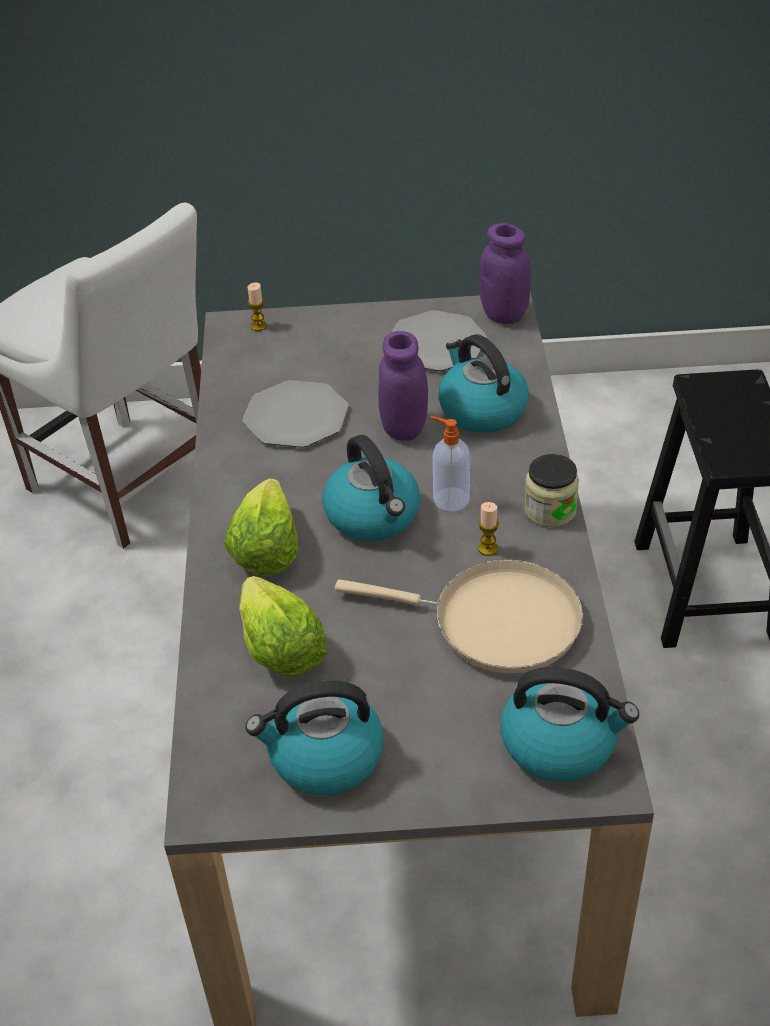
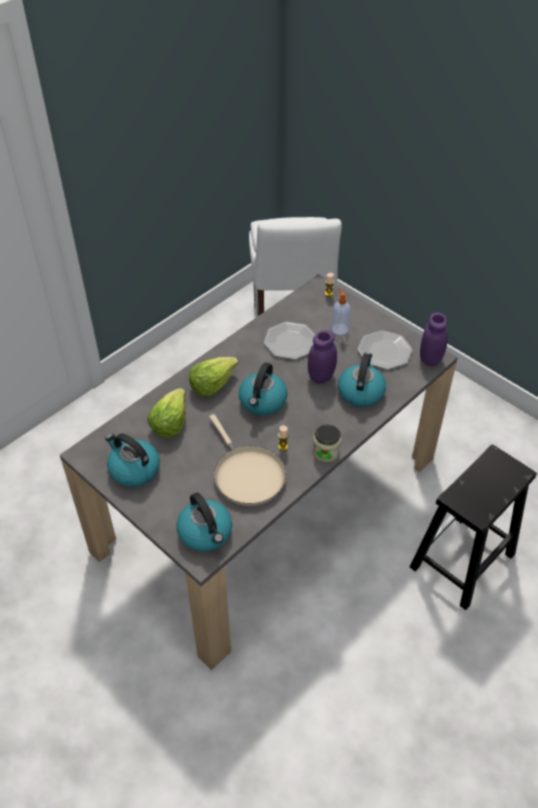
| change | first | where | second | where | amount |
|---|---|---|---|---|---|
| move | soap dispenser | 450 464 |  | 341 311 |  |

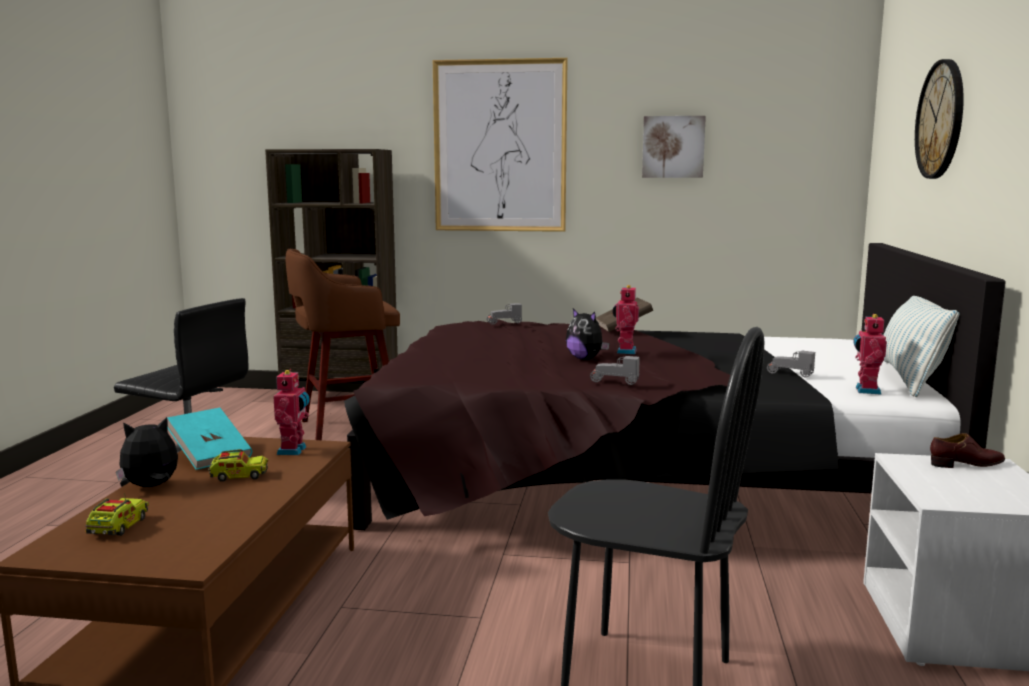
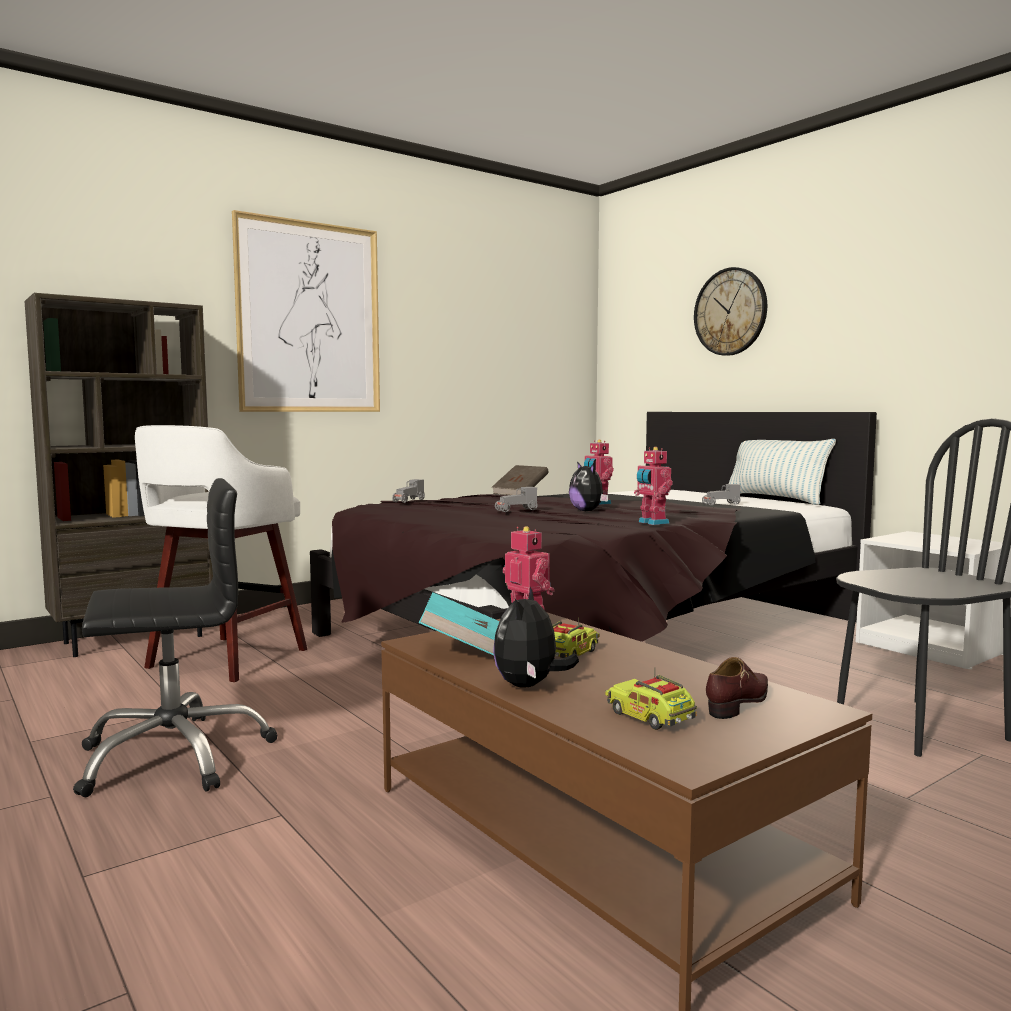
| change | first | where | second | where | amount |
|---|---|---|---|---|---|
| recolor | brownish stool | 342 344 | white-coloured stool | 221 553 |  |
| rotate | cuddly toy | 588 334 |  | 588 487 | 60 degrees clockwise |
| move | grey toy car | 615 370 |  | 516 499 |  |
| delete | wall picture | 674 147 |  |  |  |
| move | model robot | 870 354 |  | 653 486 |  |
| move | brownish item of footwear | 967 450 |  | 737 688 |  |

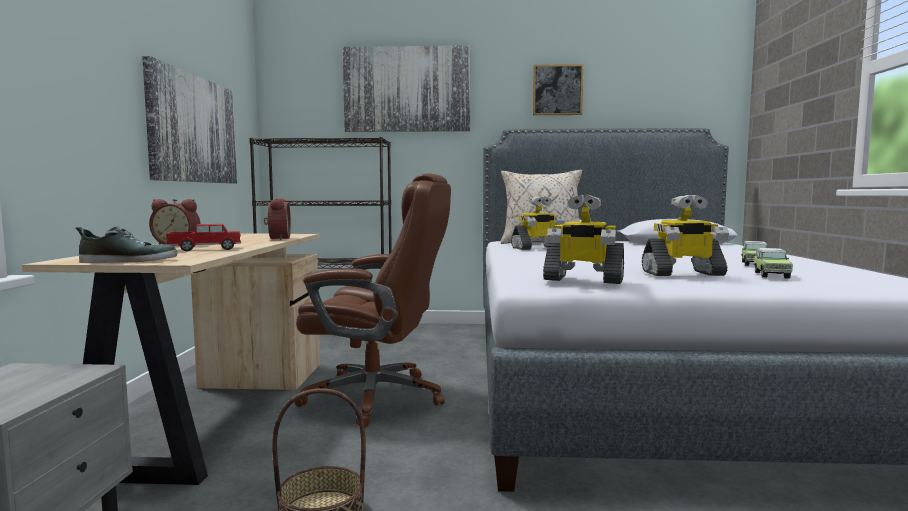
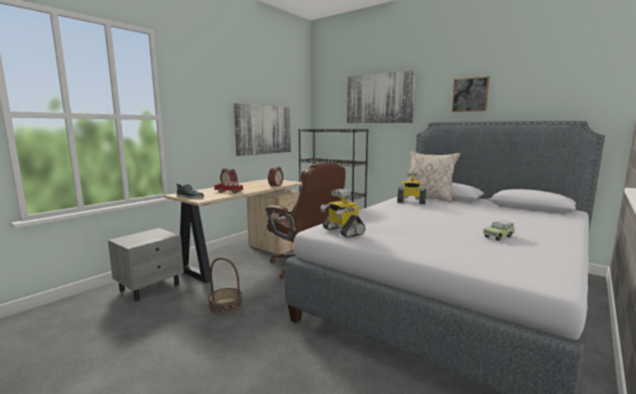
| change | first | where | second | where | amount |
|---|---|---|---|---|---|
| delete | model robot | 685 235 |  |  |  |
| delete | toy car | 773 263 |  |  |  |

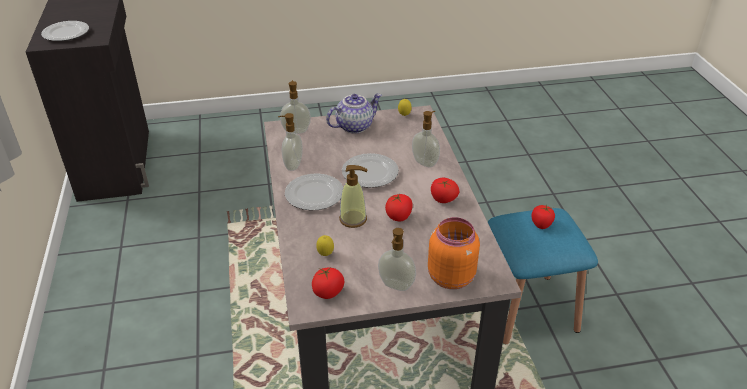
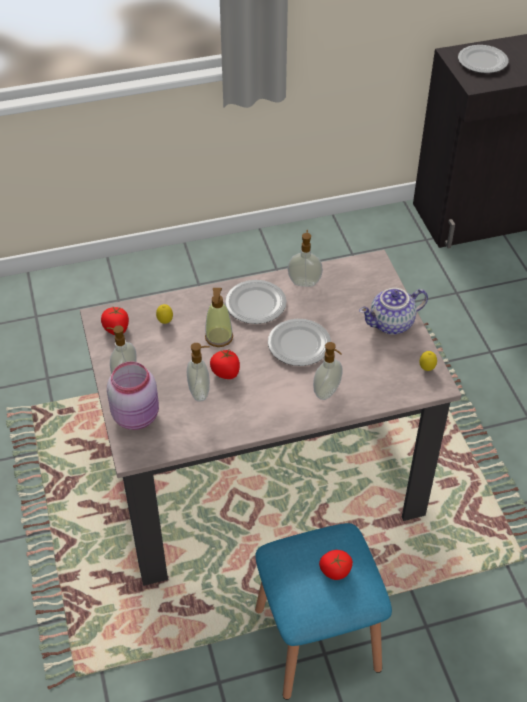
| change | first | where | second | where | amount |
|---|---|---|---|---|---|
| move | soap dispenser | 295 107 |  | 198 372 |  |
| rotate | tea pot | 354 114 |  | 393 311 | 105 degrees clockwise |
| recolor | orangey storage jar | 454 253 | pinkish storage jar | 133 396 |  |
| delete | whole tomato | 445 190 |  |  |  |

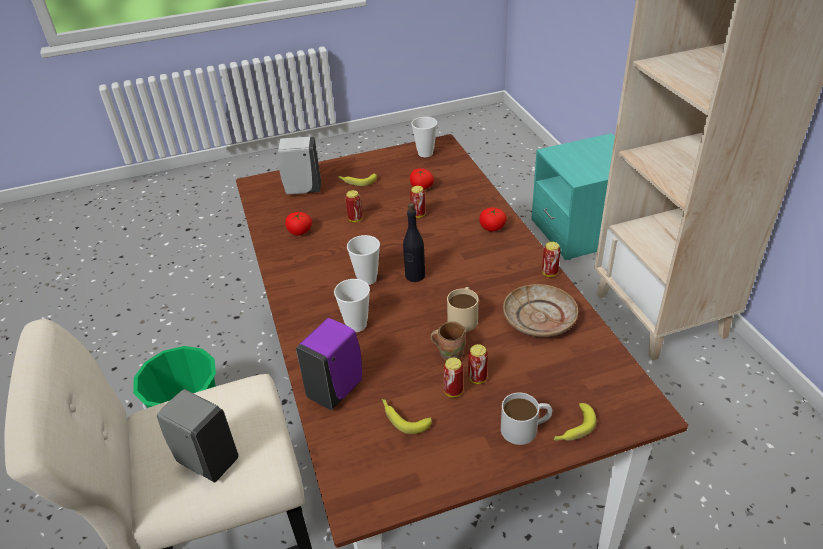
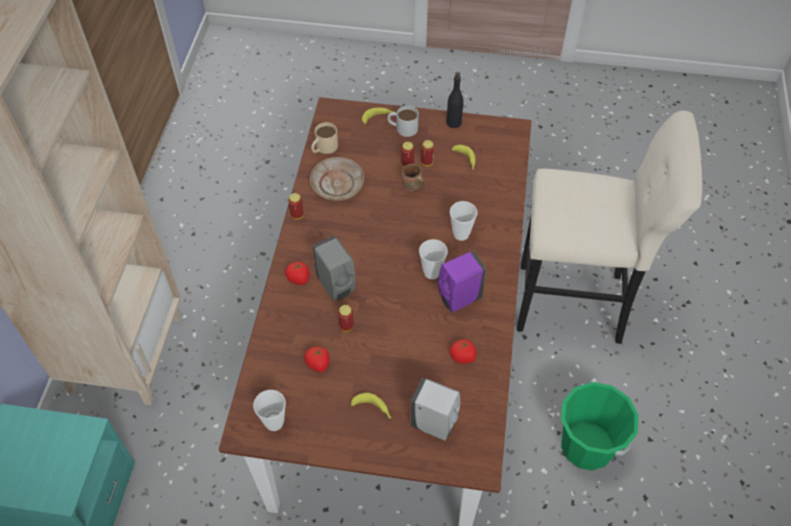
| change | first | where | second | where | amount |
|---|---|---|---|---|---|
| move | grey soap dispenser | 198 435 |  | 334 268 |  |
| move | purple-coloured soap dispenser | 329 364 |  | 462 281 |  |
| delete | can | 353 206 |  |  |  |
| move | blackish drink bottle | 414 242 |  | 454 100 |  |
| move | beige tea mug | 462 309 |  | 324 138 |  |

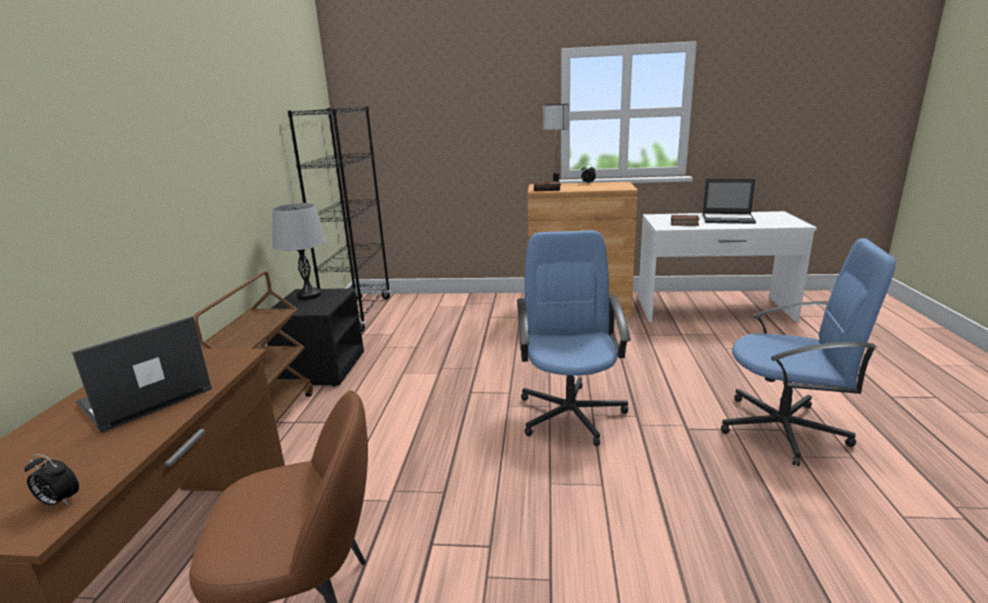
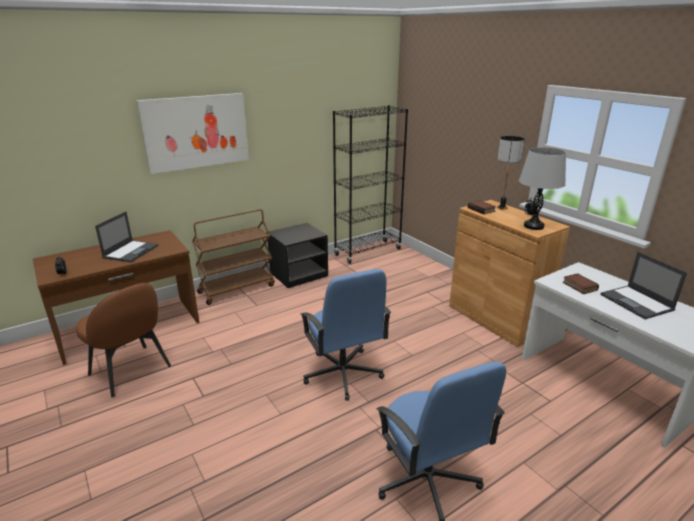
| change | first | where | second | where | amount |
|---|---|---|---|---|---|
| rotate | laptop | 142 374 |  | 126 237 | 105 degrees clockwise |
| move | grey tabletop lamp | 299 251 |  | 542 188 |  |
| rotate | bluish desk chair | 574 338 |  | 345 335 | 105 degrees clockwise |
| insert |  |  | wall picture | 192 133 |  |

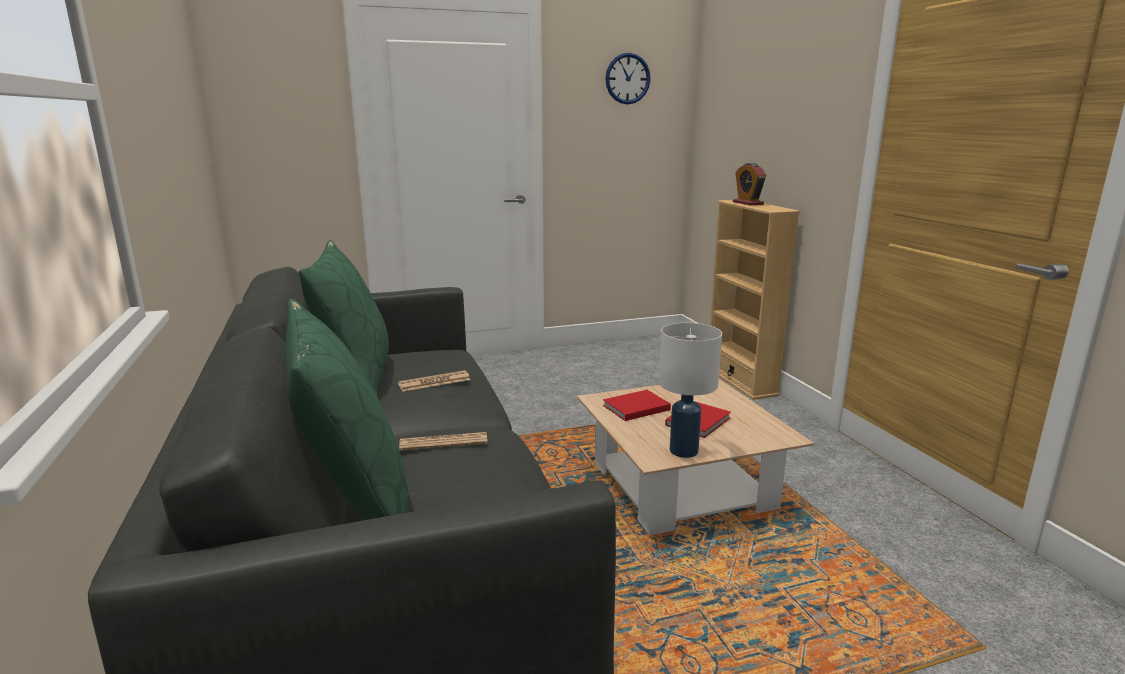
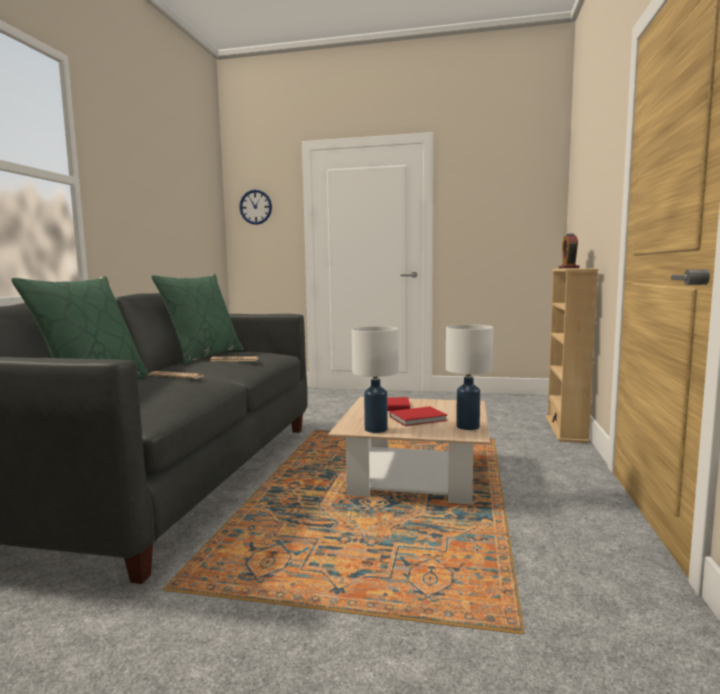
| change | first | where | second | where | amount |
|---|---|---|---|---|---|
| move | clock on the wall | 628 78 |  | 255 207 |  |
| insert |  |  | white-coloured tabletop lamp | 469 377 |  |

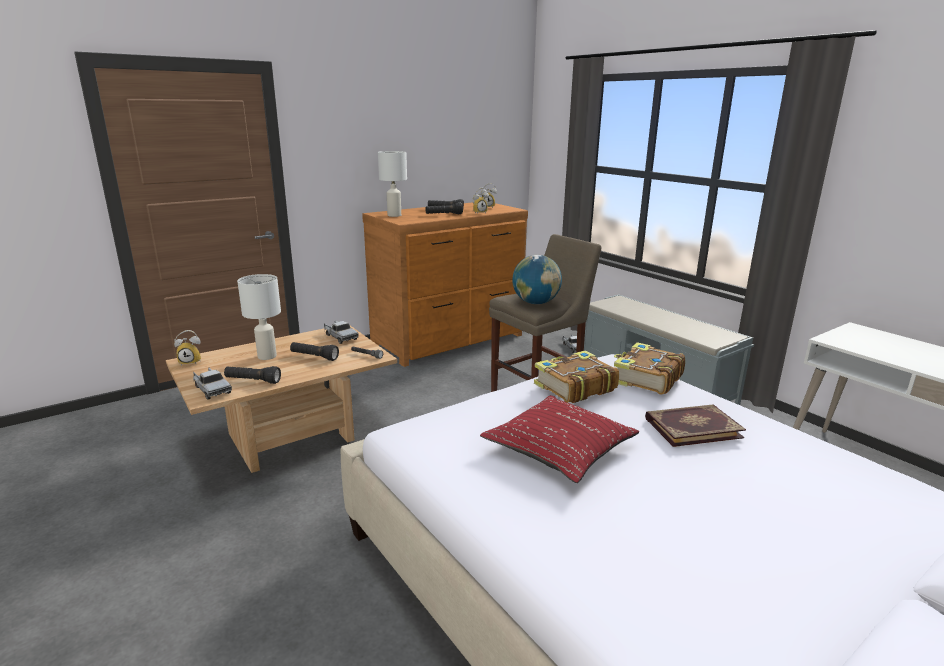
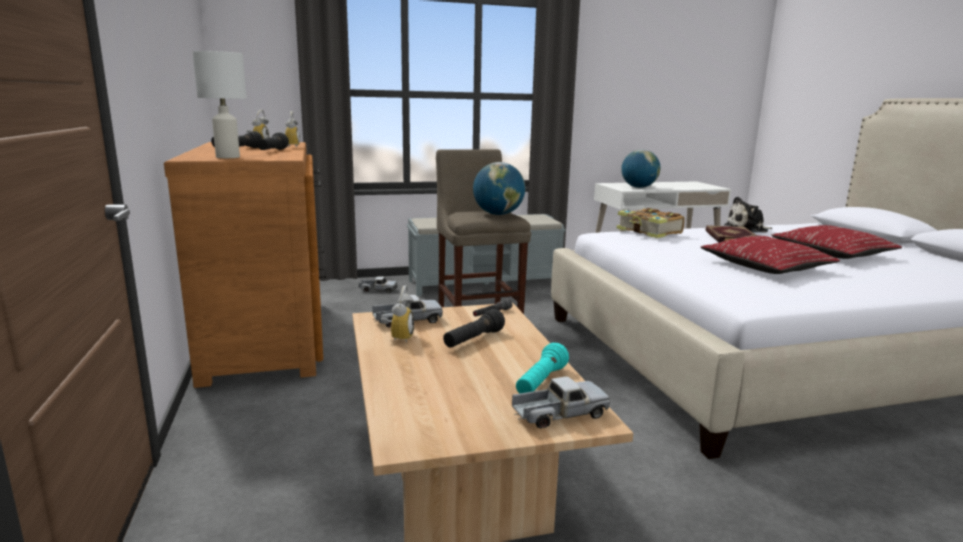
| change | first | where | second | where | amount |
|---|---|---|---|---|---|
| move | bedside clock | 187 348 |  | 397 314 |  |
| recolor | blackish flashlight | 252 375 | turquoise-coloured flashlight | 542 368 |  |
| delete | white-coloured tabletop lamp | 259 317 |  |  |  |
| delete | volume | 576 377 |  |  |  |
| insert |  |  | desk globe | 641 169 |  |
| insert |  |  | cuddly toy | 748 215 |  |
| insert |  |  | red pillow | 836 242 |  |

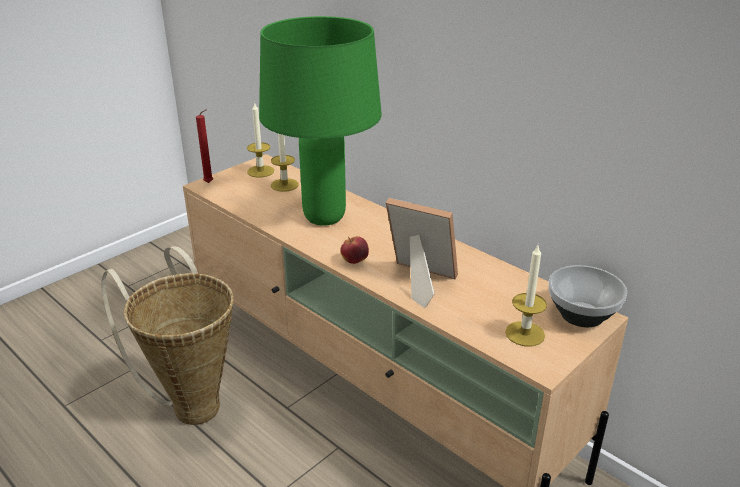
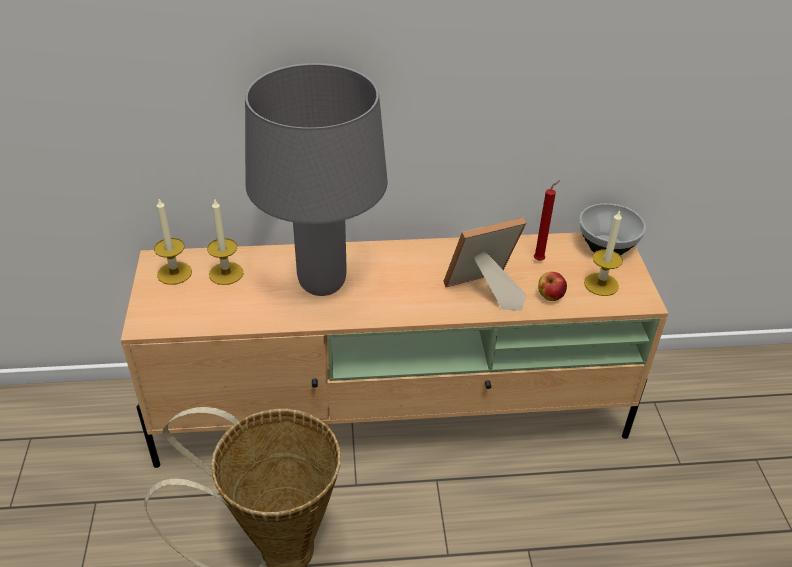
| change | first | where | second | where | amount |
|---|---|---|---|---|---|
| move | red wax light | 204 146 |  | 547 220 |  |
| recolor | greenish tabletop lamp | 320 121 | grey tabletop lamp | 316 179 |  |
| move | whole apple | 354 250 |  | 552 286 |  |

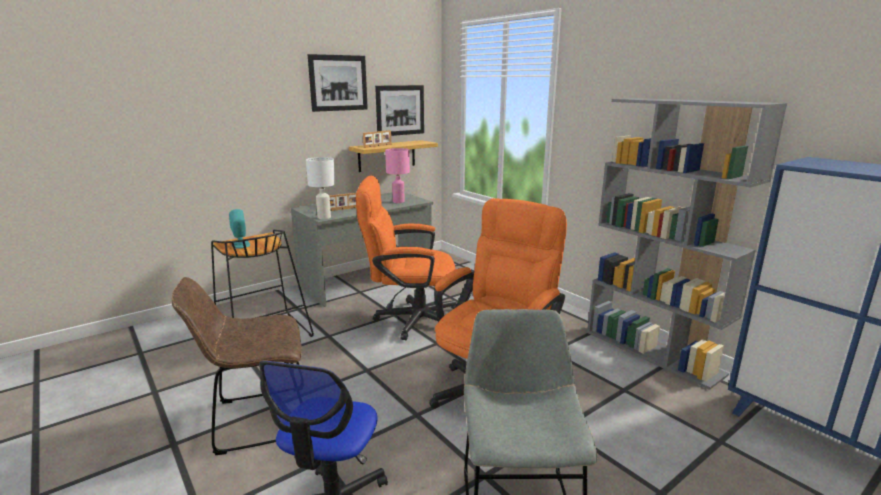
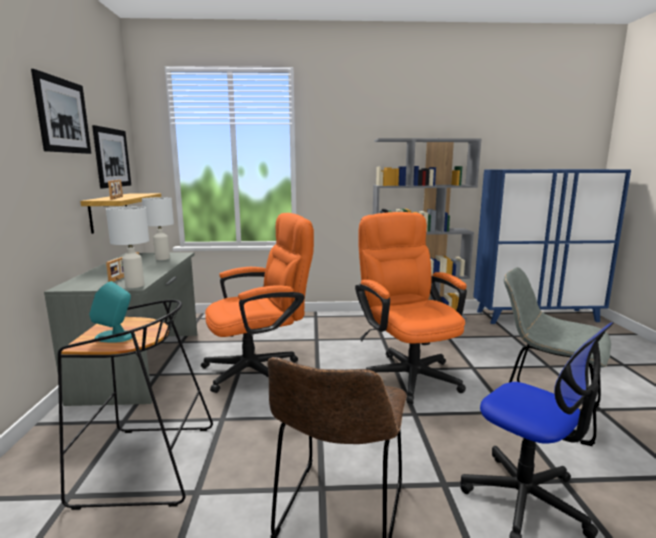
| change | first | where | second | where | amount |
|---|---|---|---|---|---|
| rotate | orangey desk chair | 406 258 |  | 257 303 | 150 degrees counterclockwise |
| recolor | pinkish tabletop lamp | 397 175 | white-coloured tabletop lamp | 158 228 |  |

